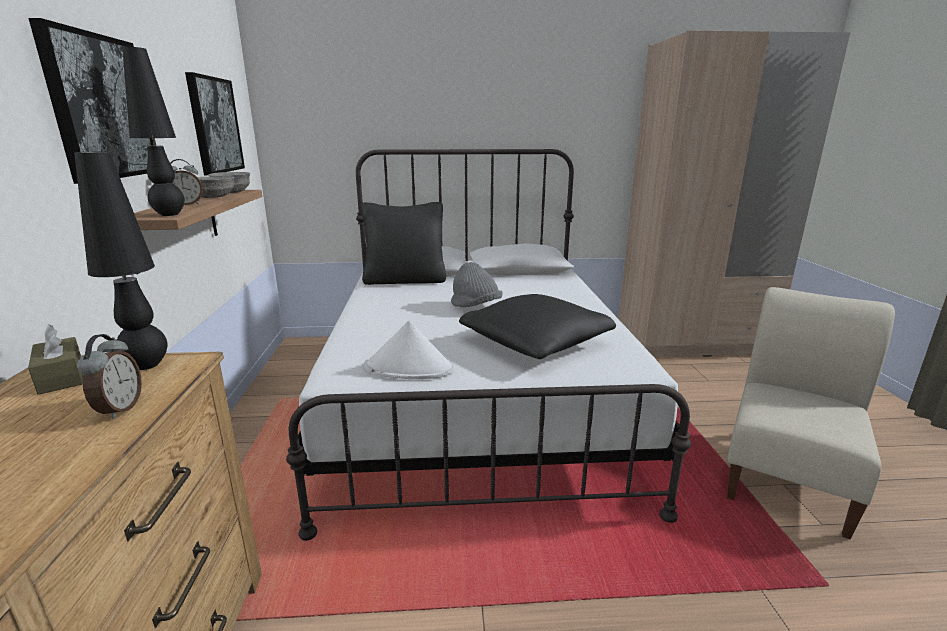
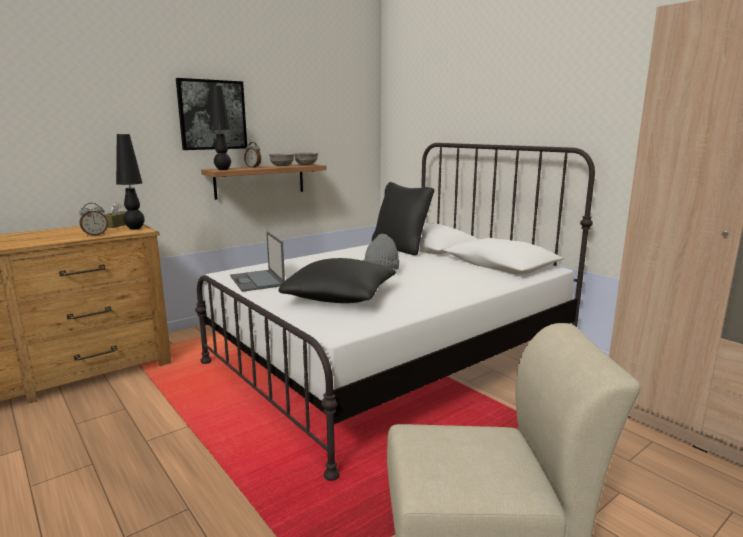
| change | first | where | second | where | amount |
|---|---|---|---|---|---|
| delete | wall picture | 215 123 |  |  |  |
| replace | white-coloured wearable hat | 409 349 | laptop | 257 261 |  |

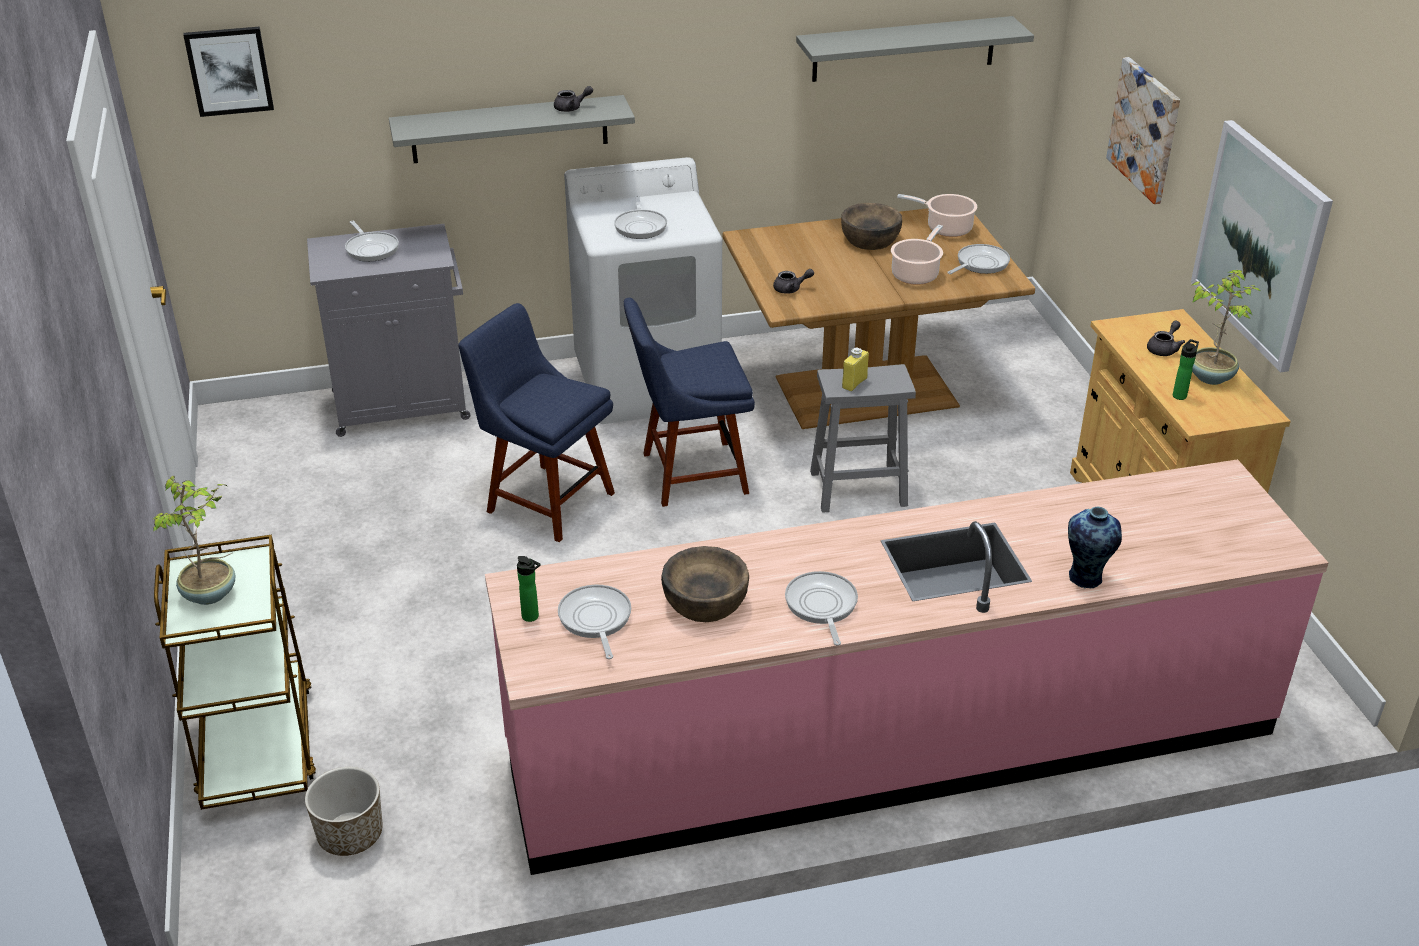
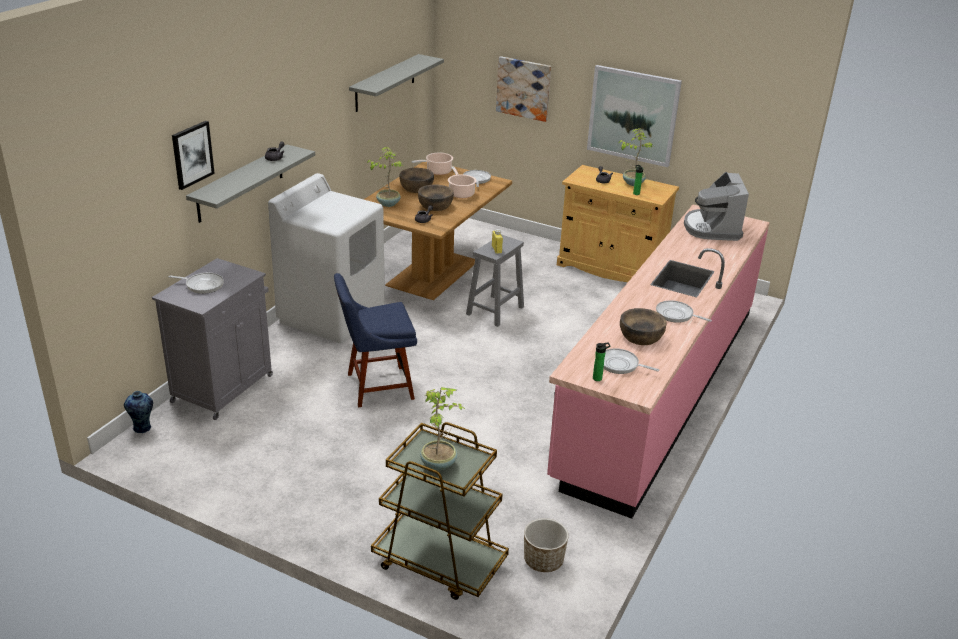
| change | first | where | second | where | amount |
|---|---|---|---|---|---|
| move | wall picture | 228 71 |  | 193 155 |  |
| delete | pan | 640 217 |  |  |  |
| delete | bluish plain chair | 689 402 |  |  |  |
| move | vase | 1095 548 |  | 138 412 |  |
| insert |  |  | plant in a pot | 385 177 |  |
| insert |  |  | brownish bowl | 436 198 |  |
| insert |  |  | coffee maker | 716 206 |  |

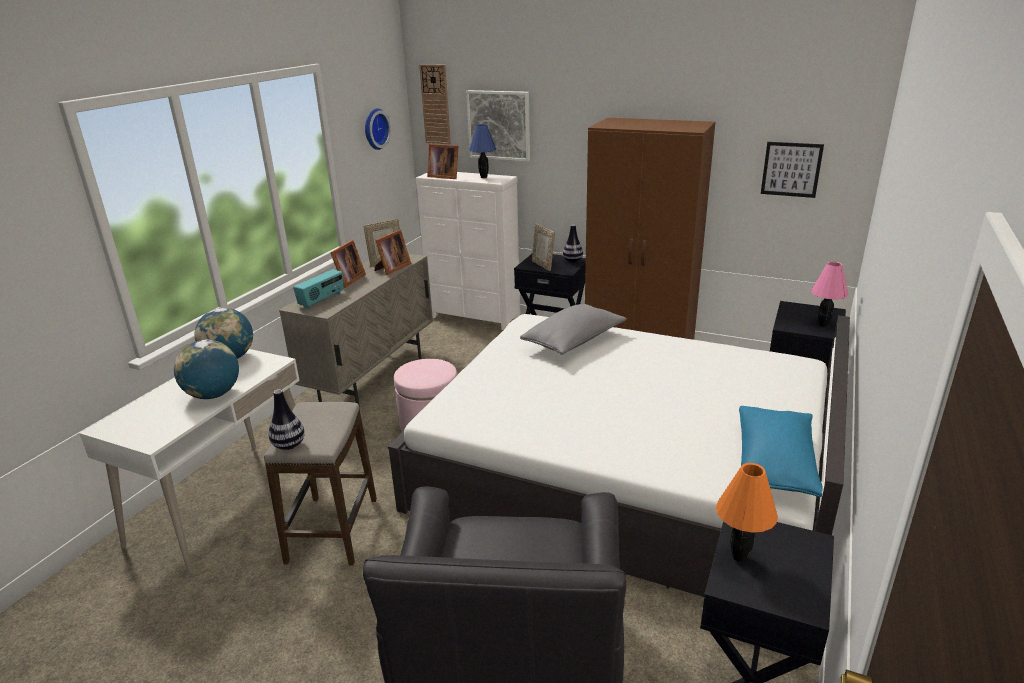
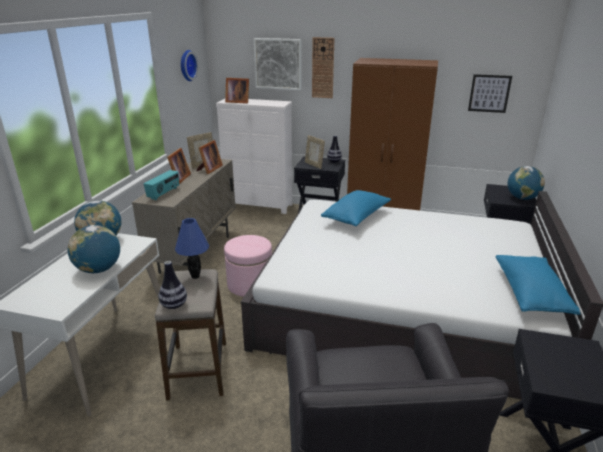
| change | first | where | second | where | amount |
|---|---|---|---|---|---|
| move | clock on the wall | 435 104 |  | 323 67 |  |
| move | bluish tabletop lamp | 482 151 |  | 192 248 |  |
| recolor | grey pillow | 573 329 | bluish pillow | 356 208 |  |
| delete | orangey tabletop lamp | 747 512 |  |  |  |
| replace | pinkish tabletop lamp | 829 293 | desk globe | 526 183 |  |

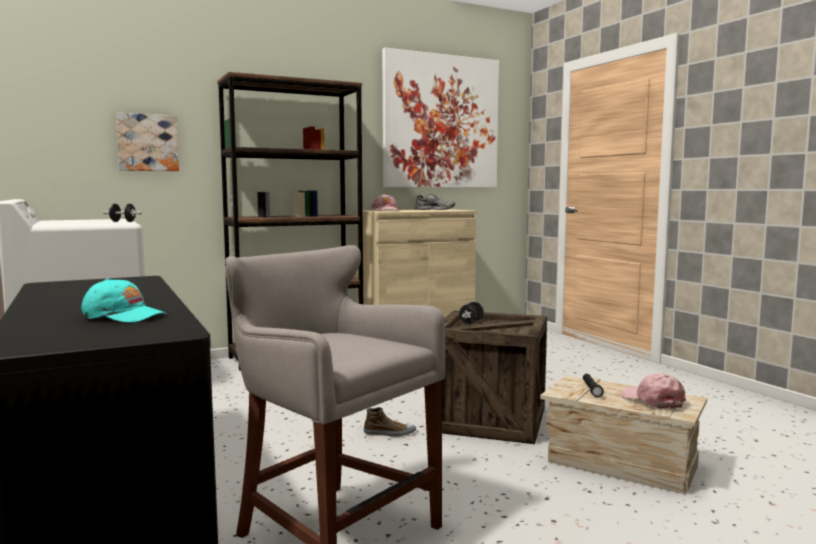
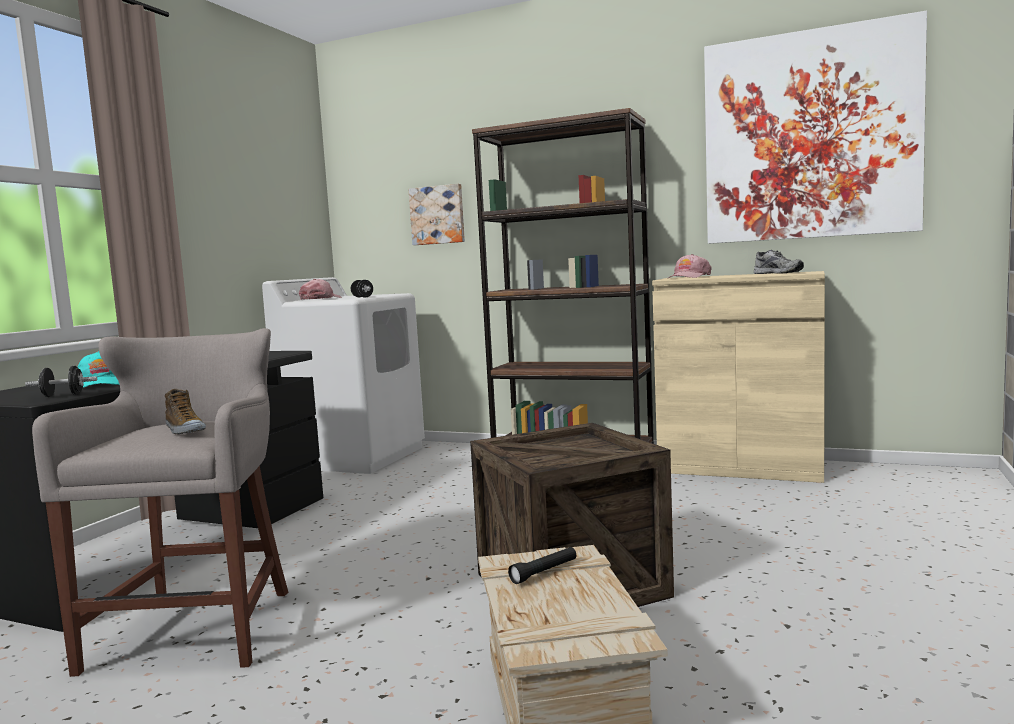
| change | first | where | second | where | amount |
|---|---|---|---|---|---|
| move | item of footwear | 390 422 |  | 185 411 |  |
| move | blackish dumbbell | 471 313 |  | 61 381 |  |
| move | pinkish peaked cap | 653 391 |  | 320 289 |  |

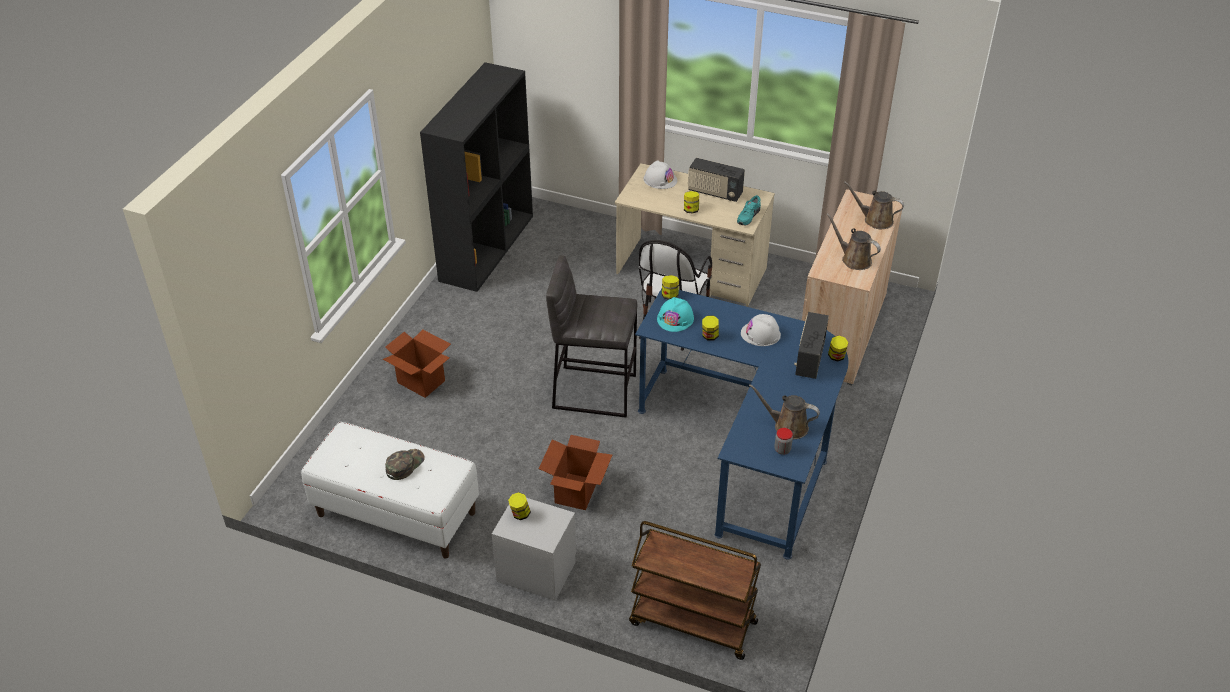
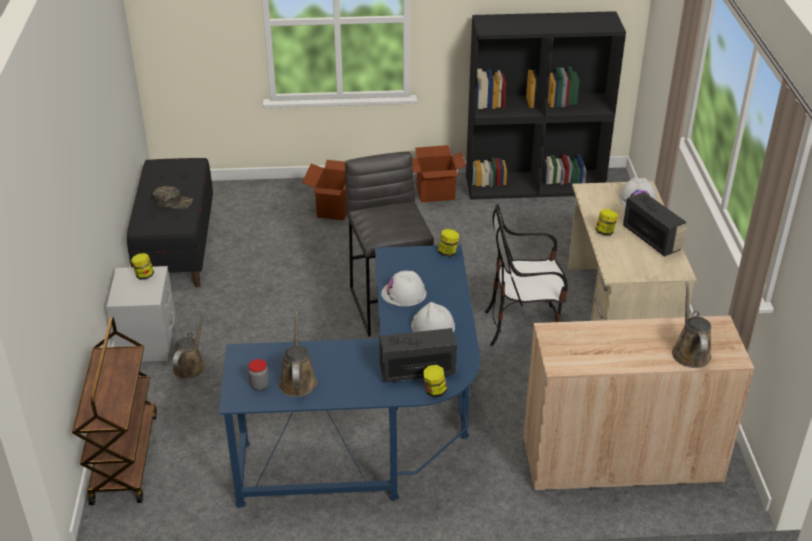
| change | first | where | second | where | amount |
|---|---|---|---|---|---|
| recolor | white-coloured bench | 390 490 | blackish bench | 170 222 |  |
| move | packing box | 575 472 |  | 439 174 |  |
| delete | turquoise-coloured work helmet | 675 314 |  |  |  |
| rotate | radio set | 716 180 |  | 655 224 | 150 degrees clockwise |
| replace | storage jar | 710 328 | white-coloured work helmet | 404 288 |  |
| delete | turquoise-coloured item of footwear | 749 210 |  |  |  |
| move | brownish sprinkling can | 853 241 |  | 189 344 |  |

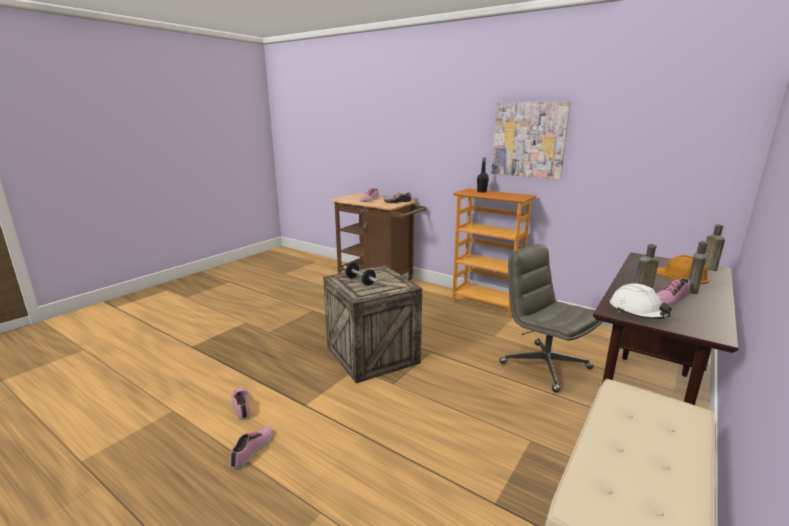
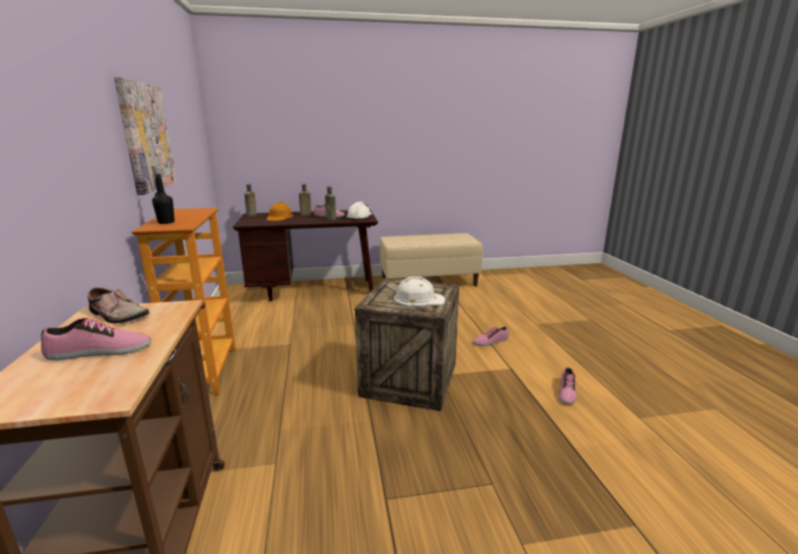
| change | first | where | second | where | amount |
|---|---|---|---|---|---|
| move | item of footwear | 251 448 |  | 491 336 |  |
| replace | dumbbell | 361 274 | white-coloured work helmet | 419 292 |  |
| delete | grey desk chair | 551 318 |  |  |  |

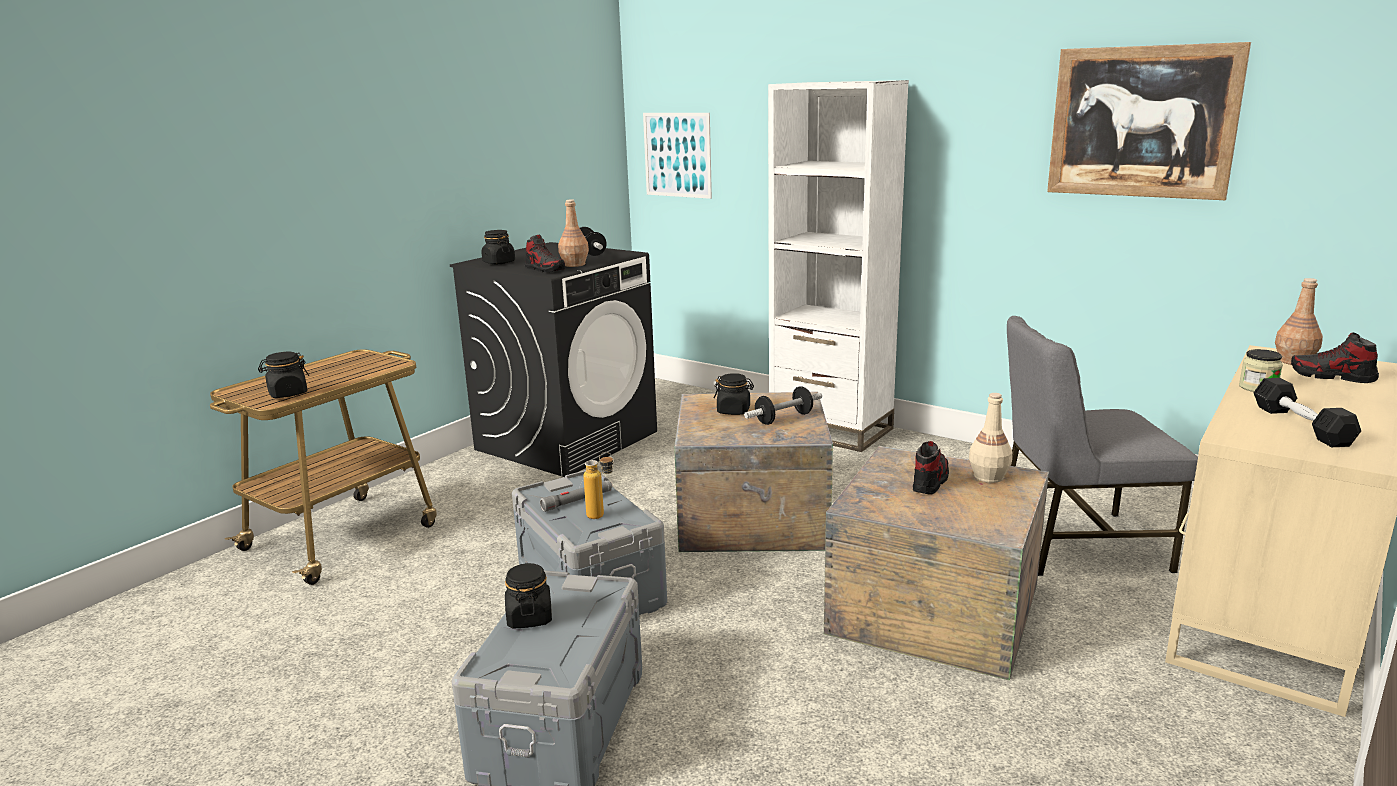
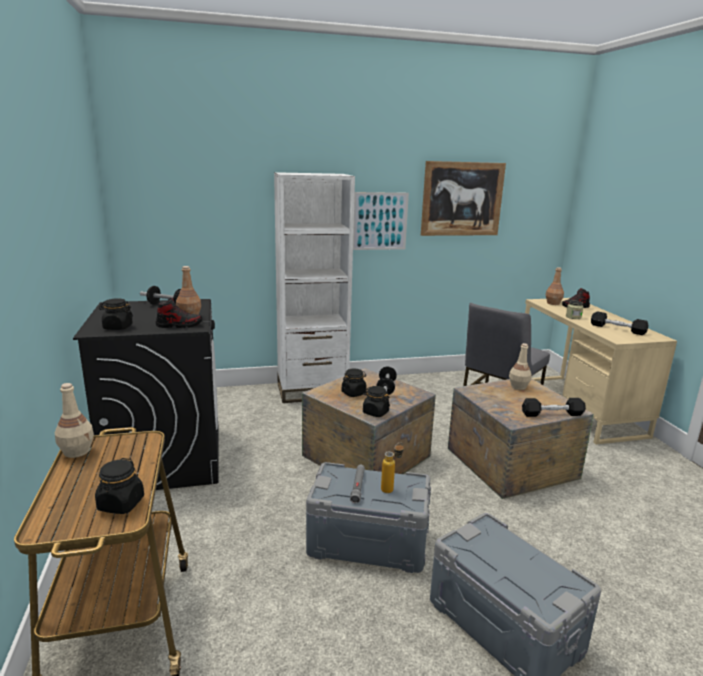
| change | first | where | second | where | amount |
|---|---|---|---|---|---|
| move | blackish storage jar | 528 596 |  | 376 401 |  |
| move | wall picture | 677 156 |  | 381 221 |  |
| delete | item of footwear | 931 467 |  |  |  |
| insert |  |  | beige drink bottle | 74 420 |  |
| insert |  |  | blackish dumbbell | 554 407 |  |

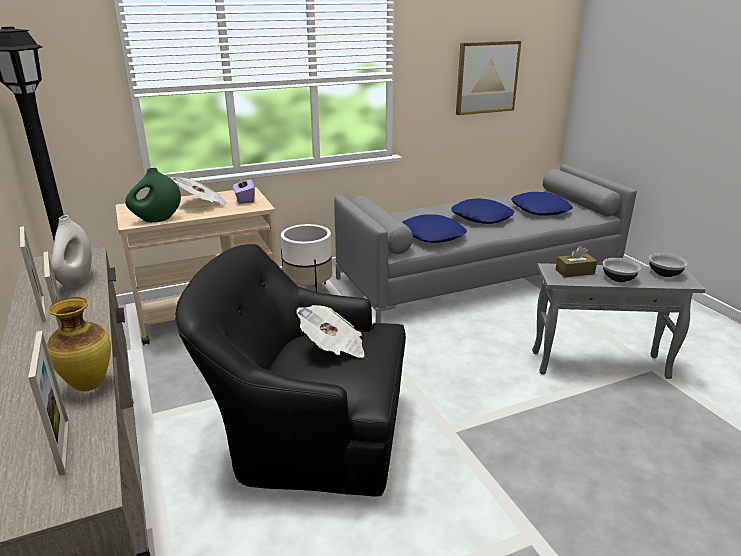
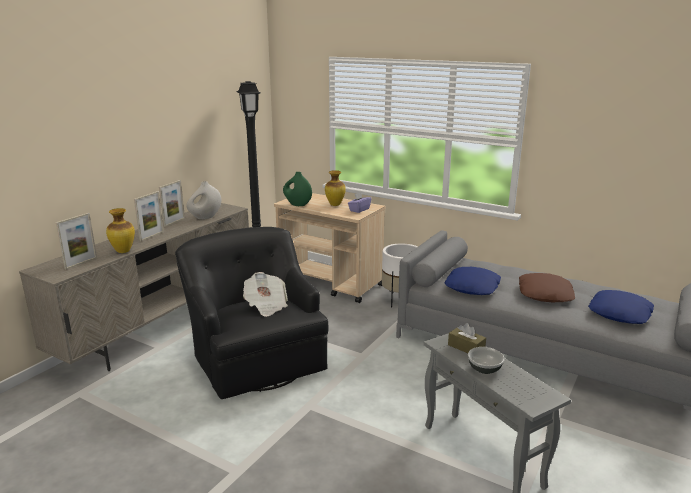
| change | first | where | second | where | amount |
|---|---|---|---|---|---|
| replace | newspaper | 200 190 | vase | 335 188 |  |
| recolor | bluish pillow | 482 211 | brownish pillow | 547 287 |  |
| delete | wall picture | 488 78 |  |  |  |
| delete | bowl | 668 265 |  |  |  |

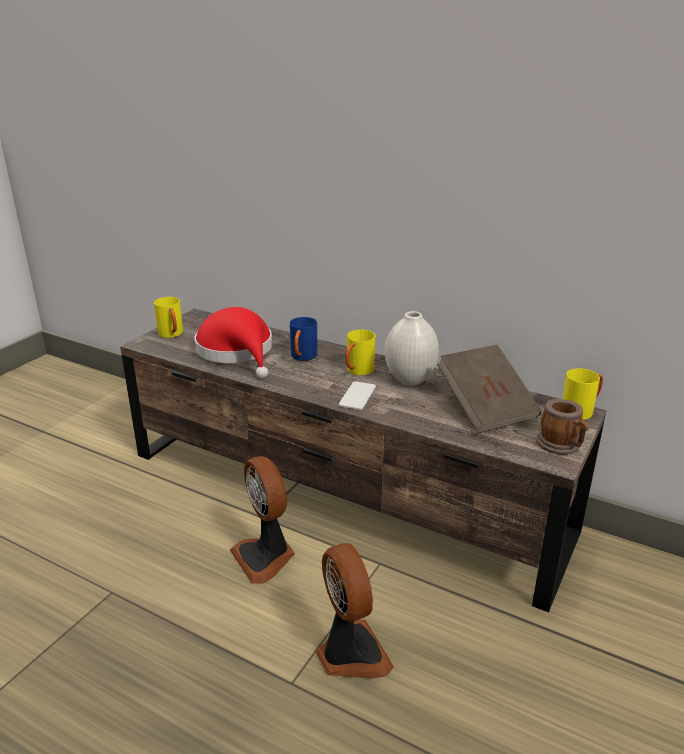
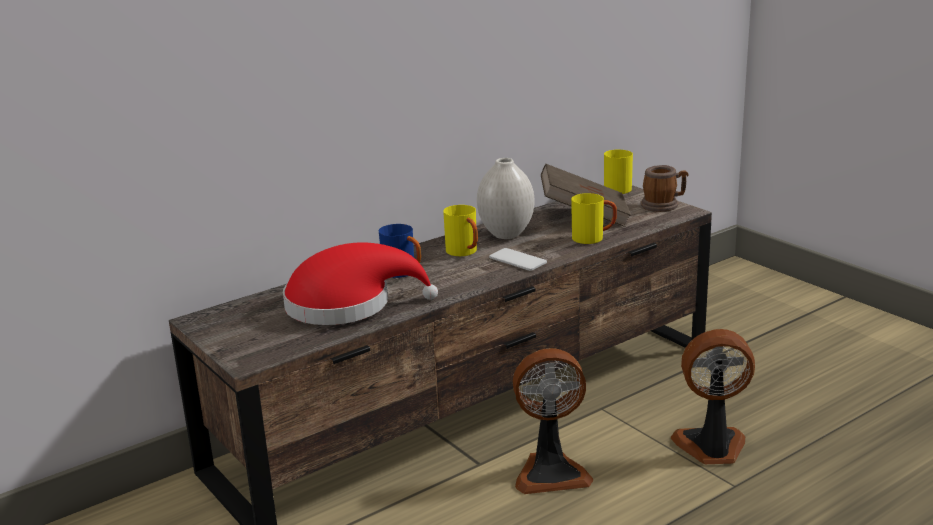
| change | first | where | second | where | amount |
|---|---|---|---|---|---|
| move | yellowish tea mug | 168 317 |  | 594 218 |  |

